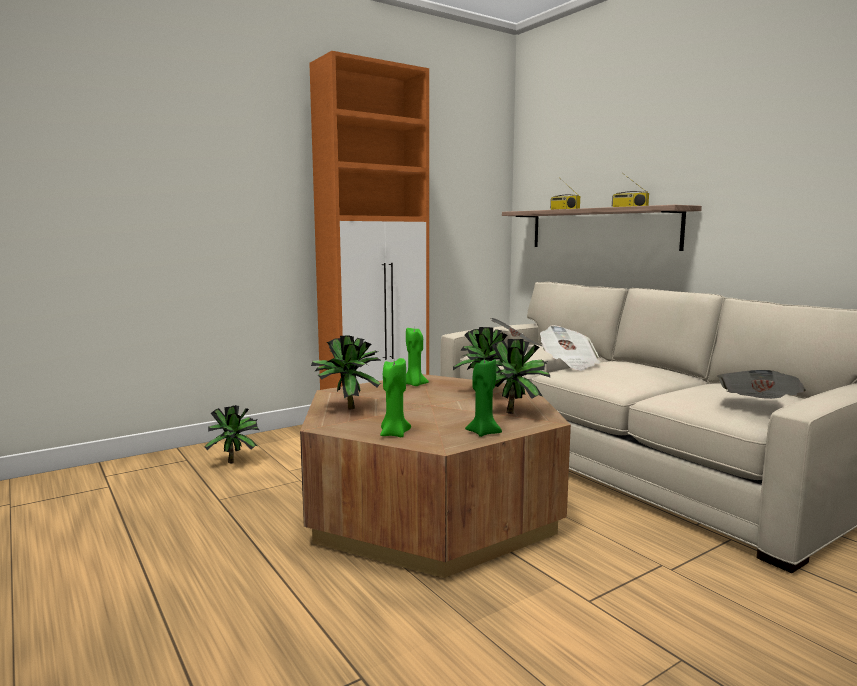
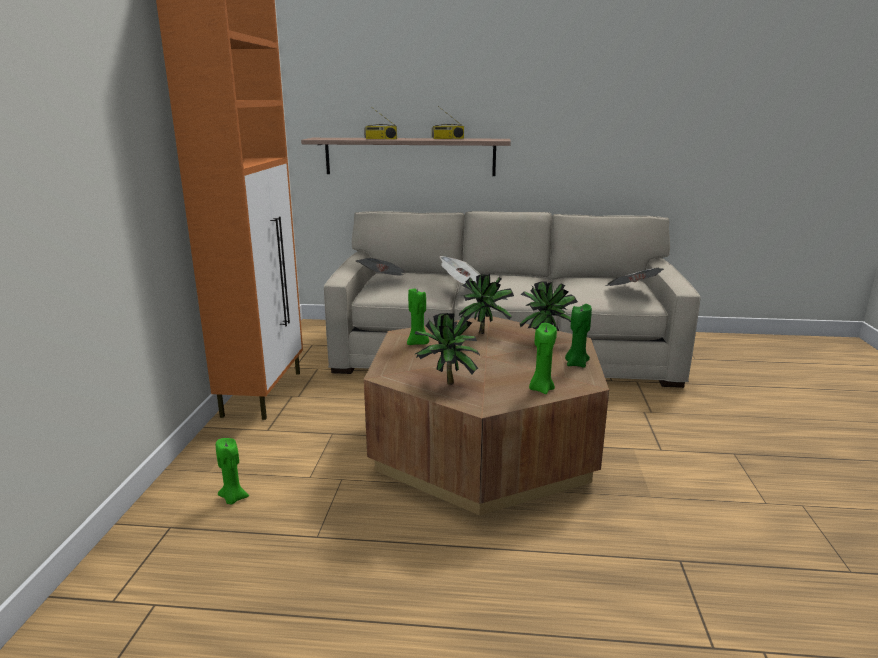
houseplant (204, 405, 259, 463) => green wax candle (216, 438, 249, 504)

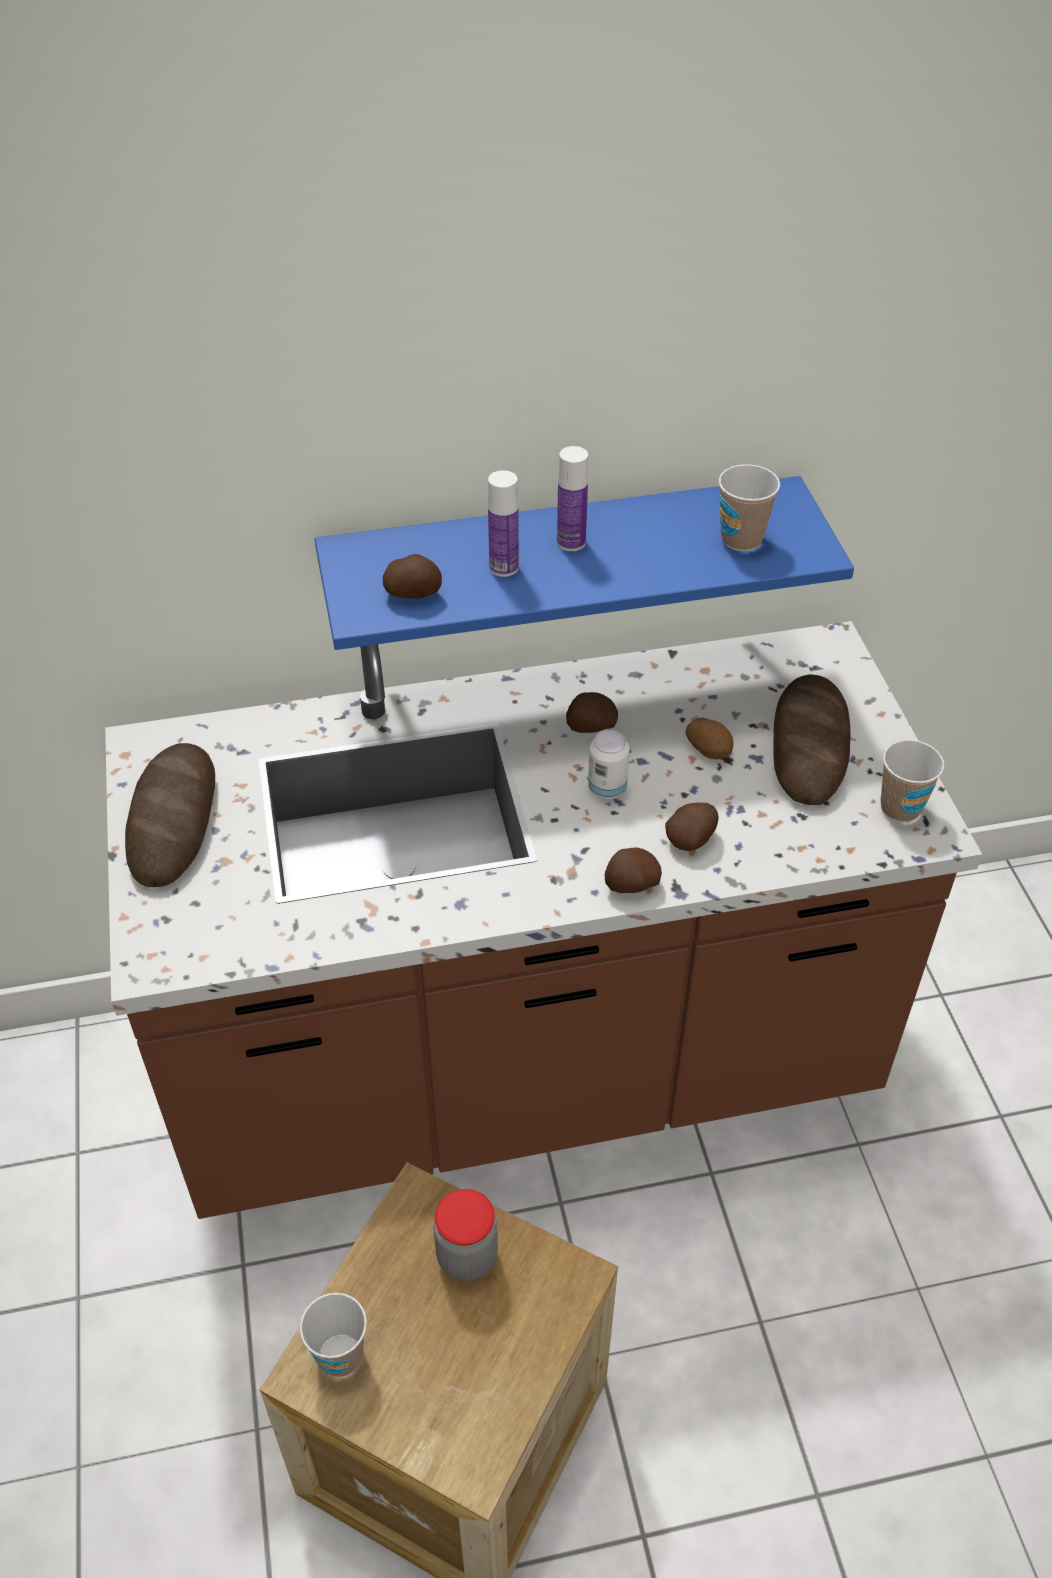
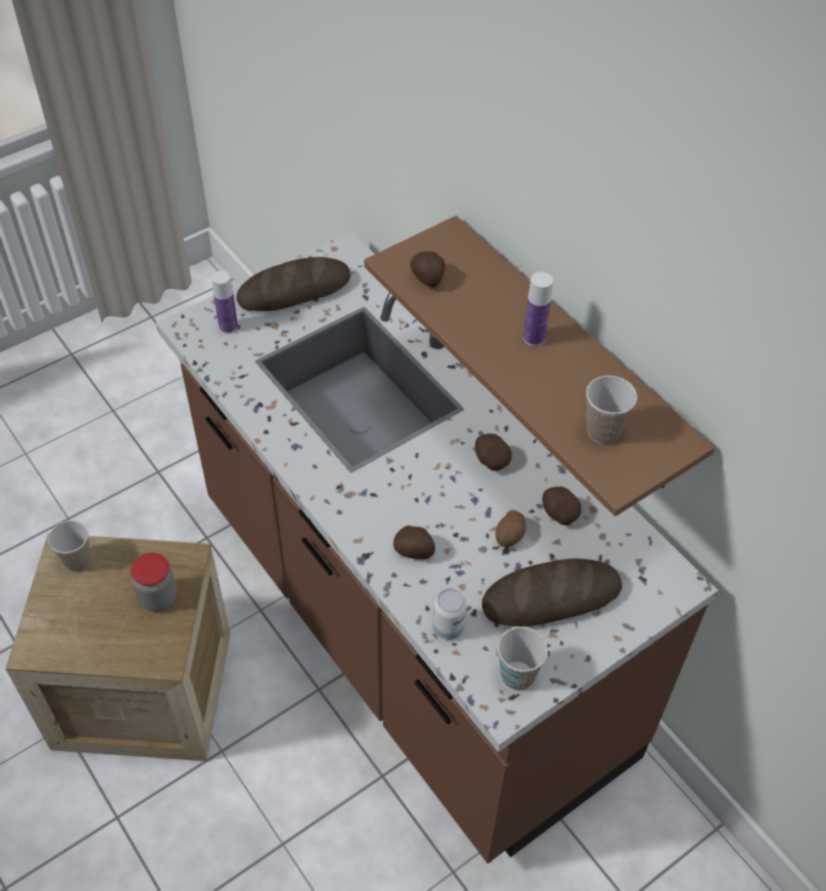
drink bottle (488, 470, 519, 577) => drink bottle (211, 271, 238, 334), shifted
can (588, 730, 630, 799) => can (433, 588, 467, 640), shifted
spud (605, 847, 662, 893) => spud (542, 487, 581, 525), shifted
bluish bracket shelf (315, 476, 854, 650) => brown-coloured bracket shelf (364, 216, 715, 516)

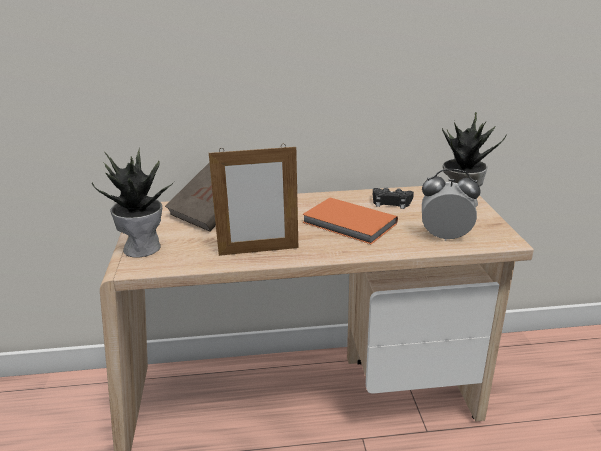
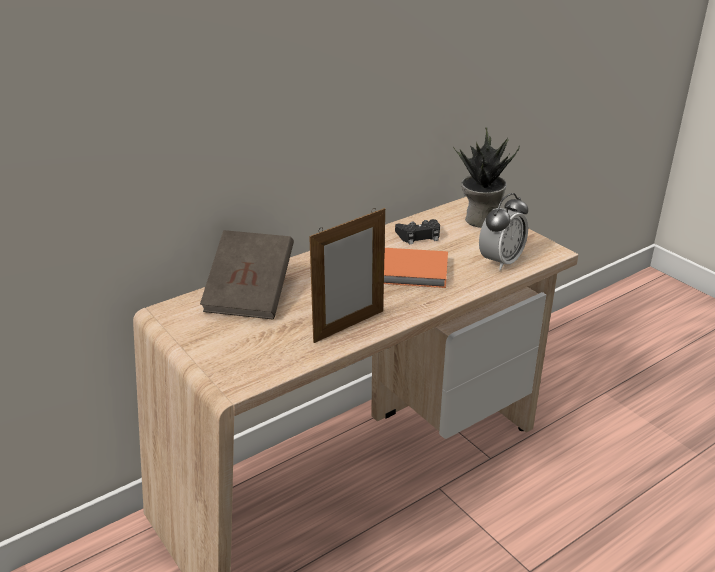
houseplant (92, 149, 174, 258) => nothing
bedside clock (422, 169, 480, 241) => bedside clock (479, 193, 528, 271), 150 degrees clockwise

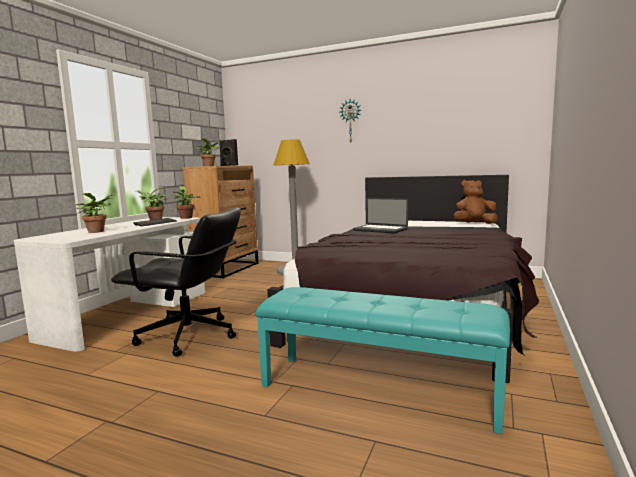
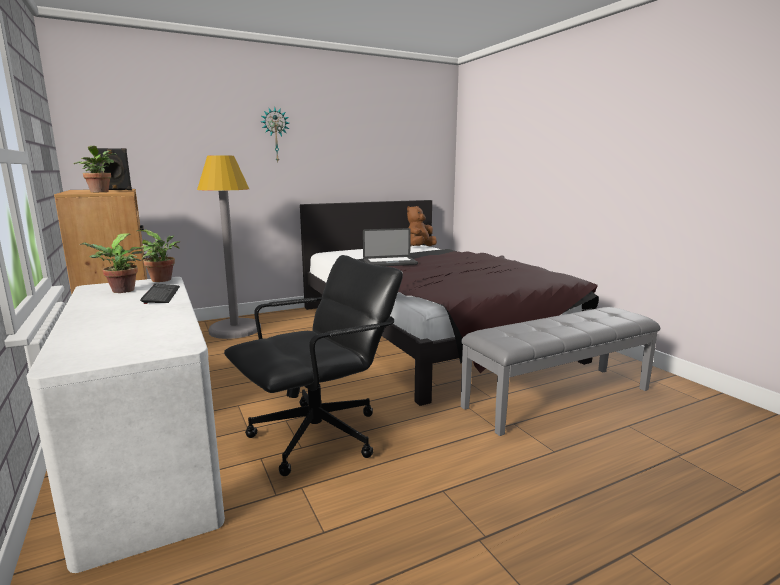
houseplant (76, 193, 114, 233) => nothing
blue-green long seat (256, 287, 510, 434) => grey long seat (461, 307, 660, 436)

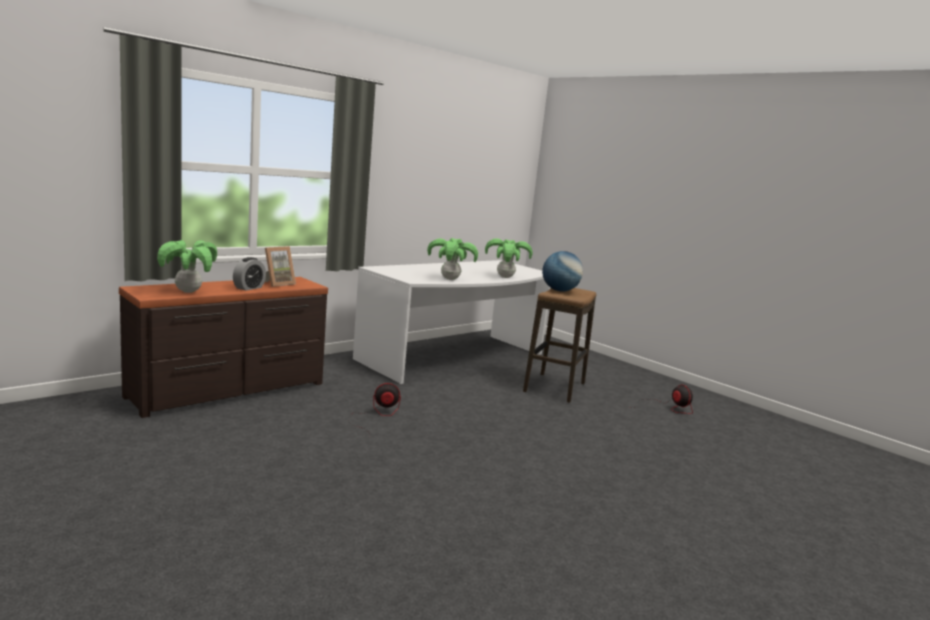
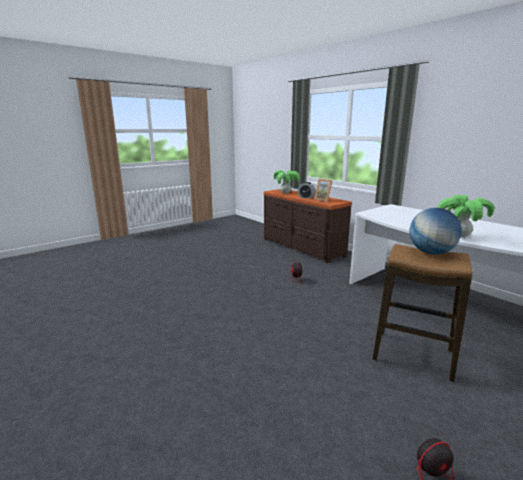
houseplant (427, 238, 478, 280) => nothing

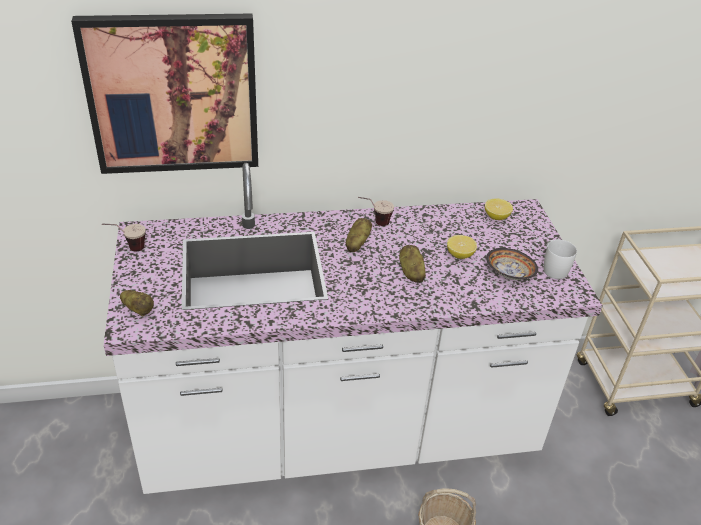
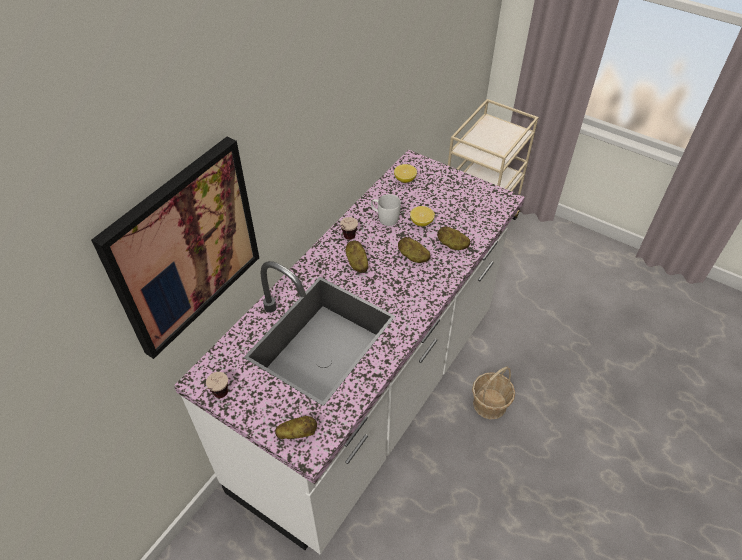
bowl (486, 248, 538, 280) => nothing
nothing => spud (437, 226, 470, 250)
white-coloured coffee mug (544, 240, 577, 279) => white-coloured coffee mug (371, 194, 401, 226), shifted

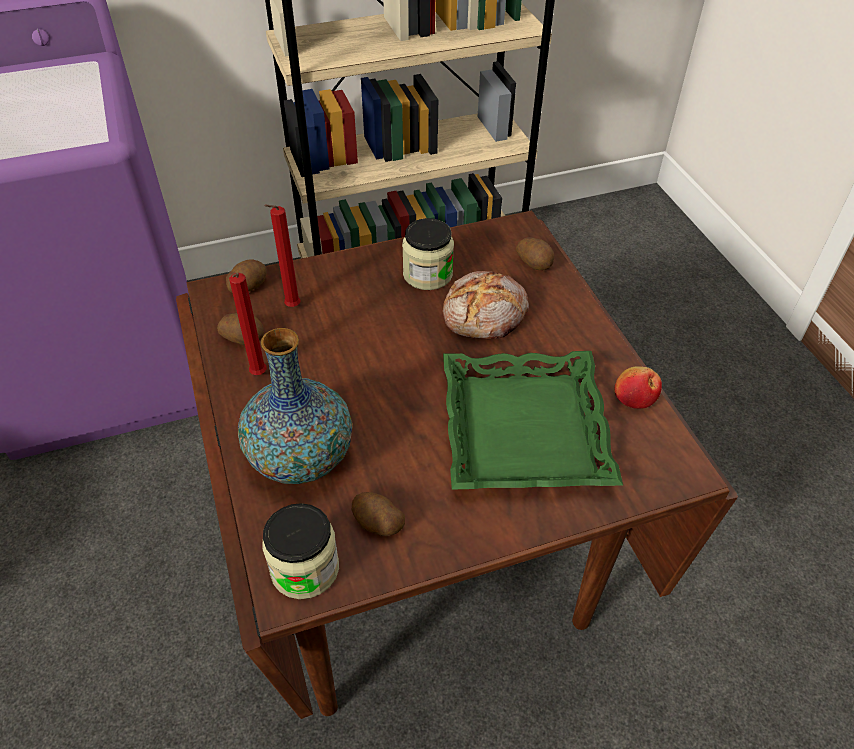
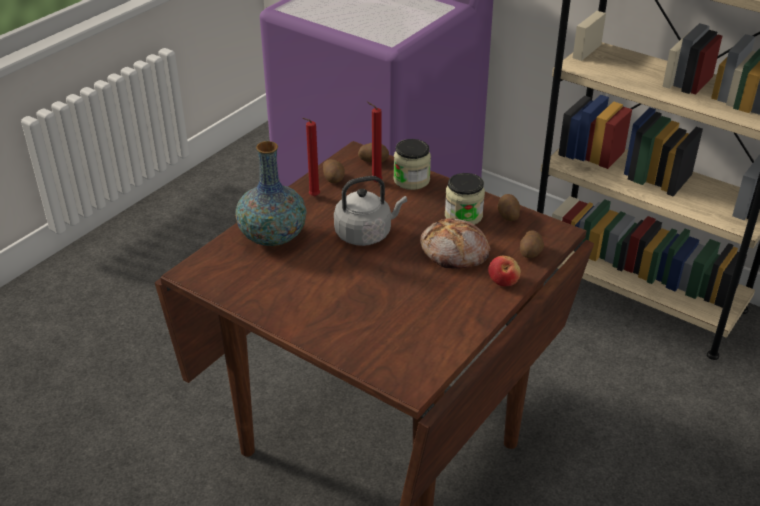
green tray (443, 351, 623, 490) => nothing
nothing => grey tea kettle (334, 176, 407, 246)
storage jar (262, 503, 339, 599) => storage jar (393, 139, 431, 190), shifted
spud (352, 492, 405, 536) => spud (497, 194, 520, 221), shifted
apple (614, 366, 662, 409) => apple (488, 256, 521, 286), shifted

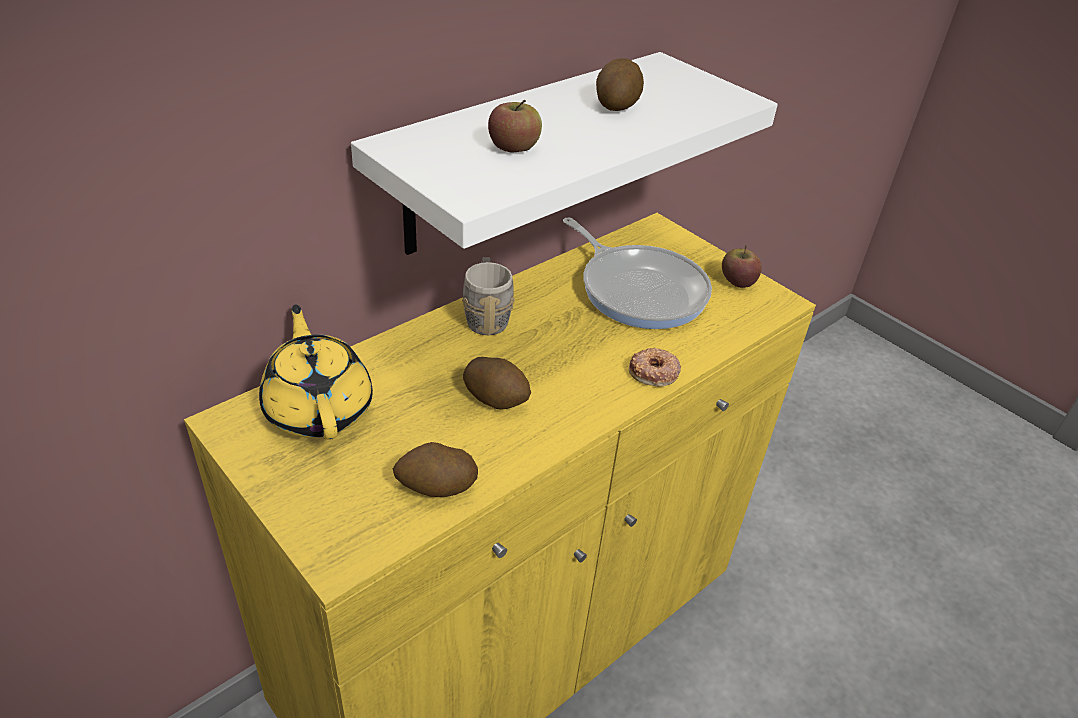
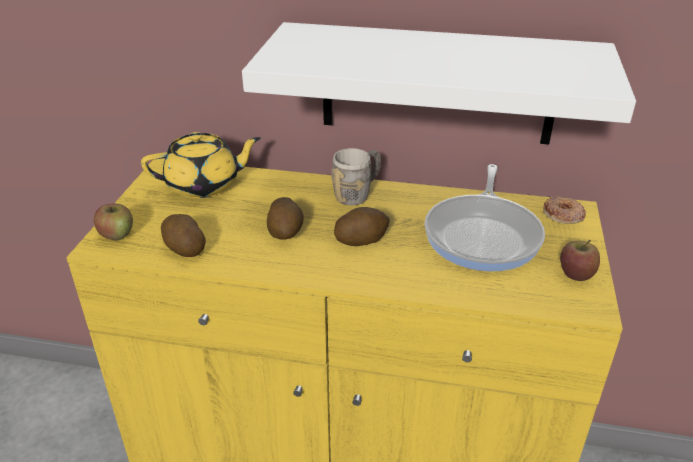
apple (488, 100, 542, 152) => apple (94, 204, 133, 241), shifted
spud (596, 58, 644, 111) => spud (334, 207, 390, 246), shifted
ring doughnut (629, 348, 681, 387) => ring doughnut (543, 196, 586, 224), shifted
yellow-coloured teapot (259, 304, 373, 440) => yellow-coloured teapot (141, 132, 261, 198), 45 degrees clockwise

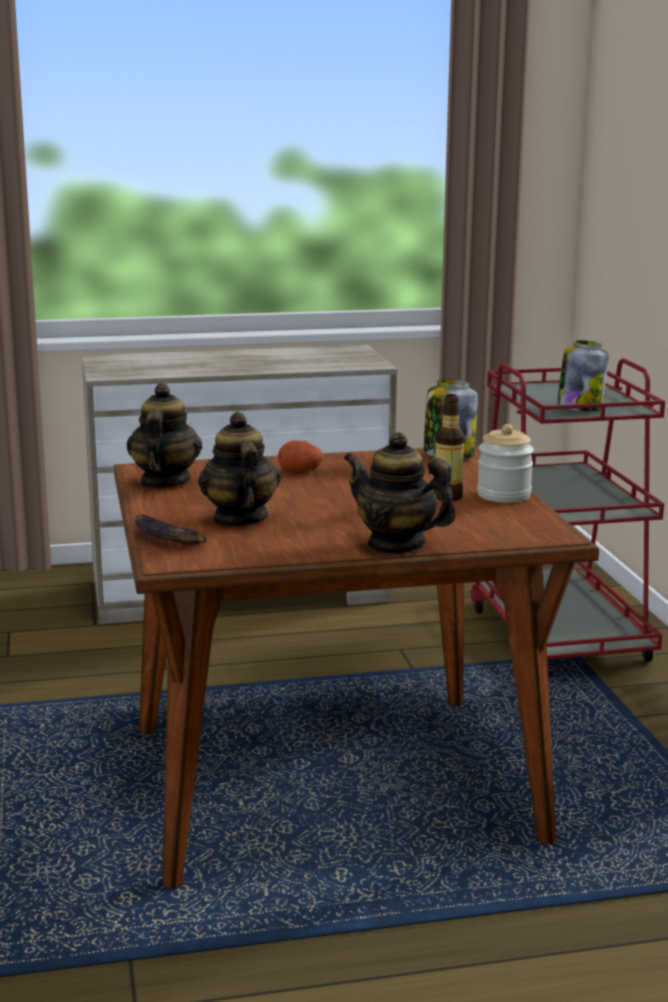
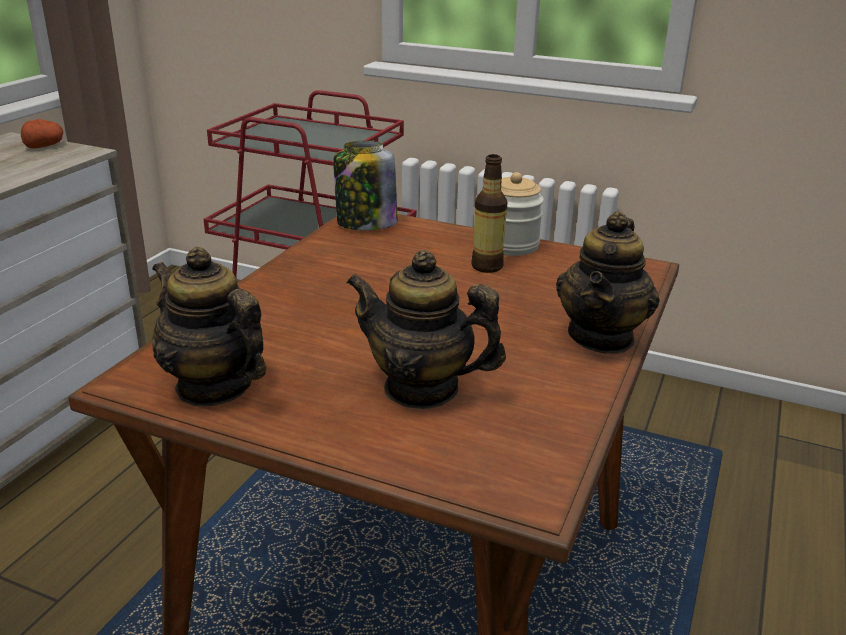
banana (134, 514, 207, 545) => nothing
storage jar (557, 340, 609, 411) => nothing
spud (278, 441, 324, 471) => spud (21, 119, 63, 149), shifted
teapot (344, 432, 456, 554) => teapot (556, 211, 660, 354), 45 degrees counterclockwise

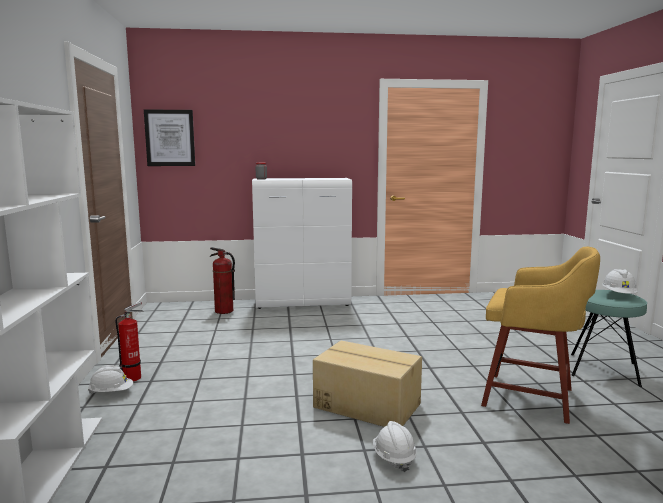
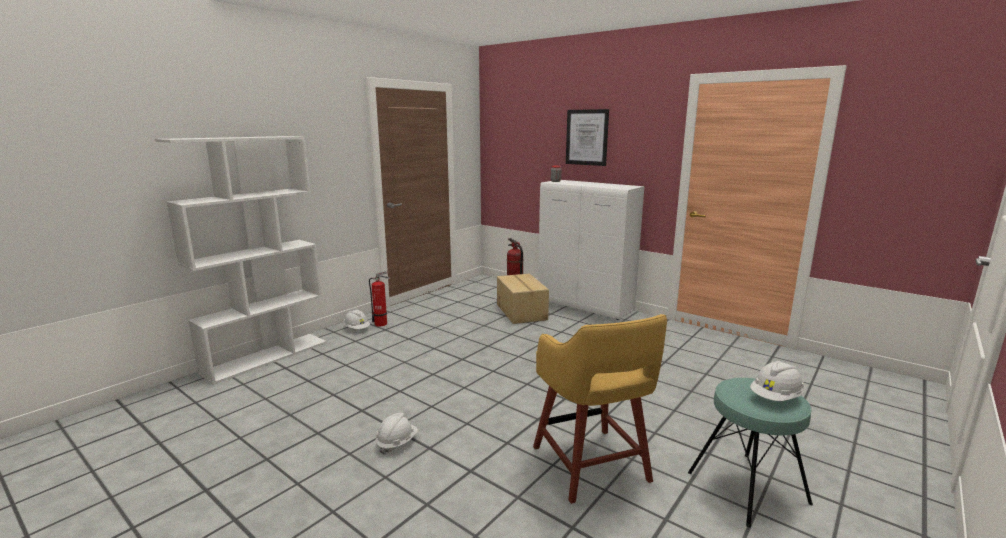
picture (144, 109, 195, 166) => picture (566, 109, 609, 166), shifted
cardboard box (313, 341, 422, 427) => cardboard box (497, 274, 549, 324), shifted

